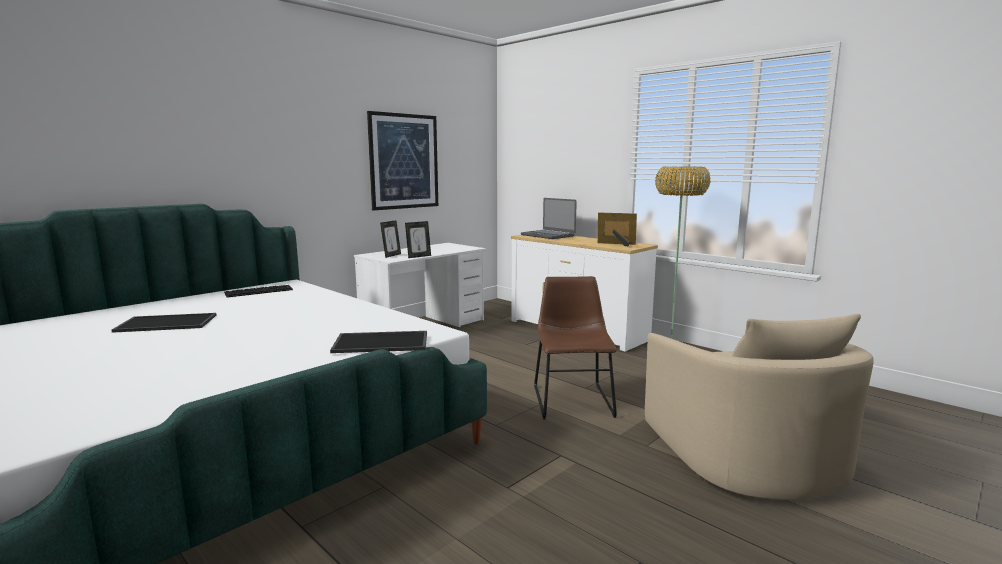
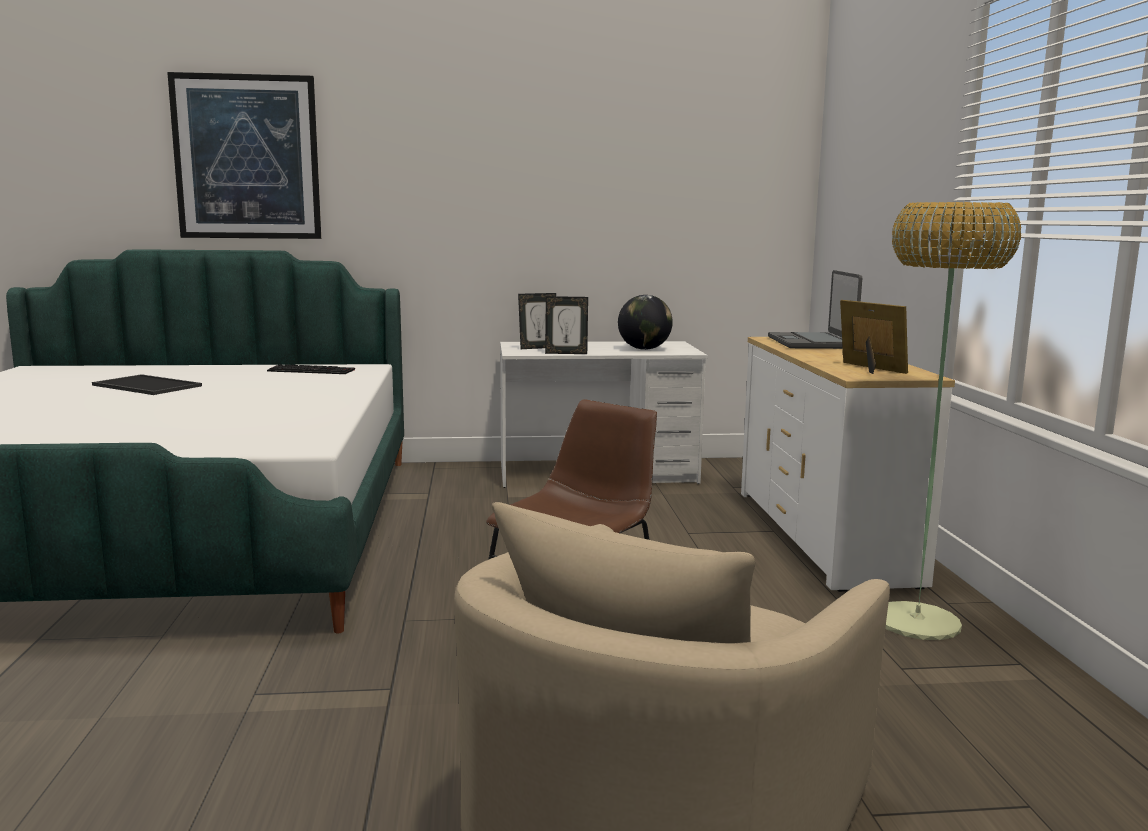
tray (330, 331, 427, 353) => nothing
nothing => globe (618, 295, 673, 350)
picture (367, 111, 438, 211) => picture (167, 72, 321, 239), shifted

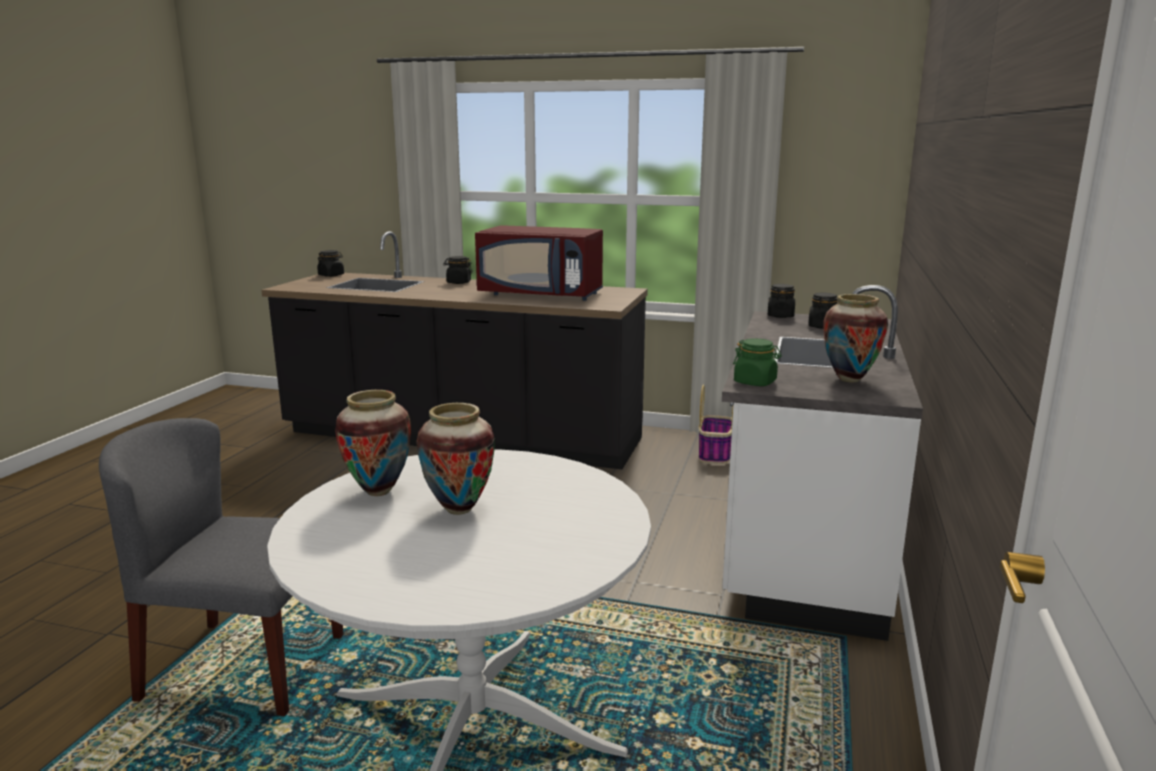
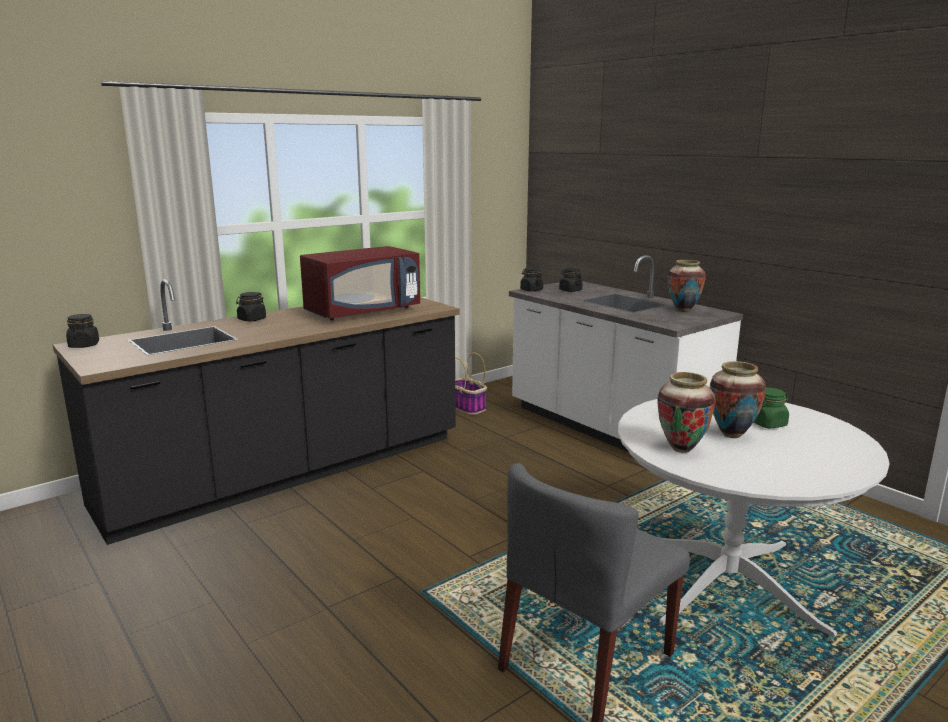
green storage jar (733, 338, 782, 386) => green storage jar (753, 388, 789, 428), shifted

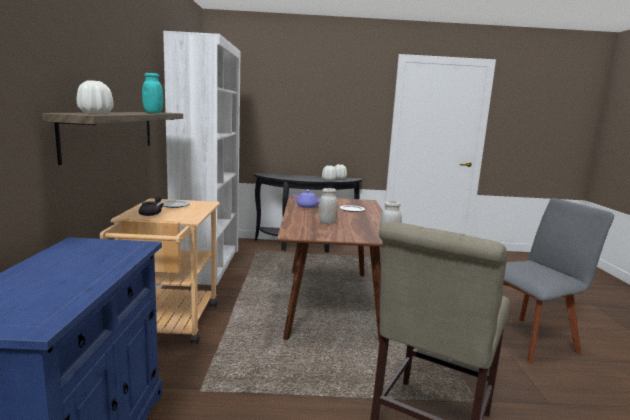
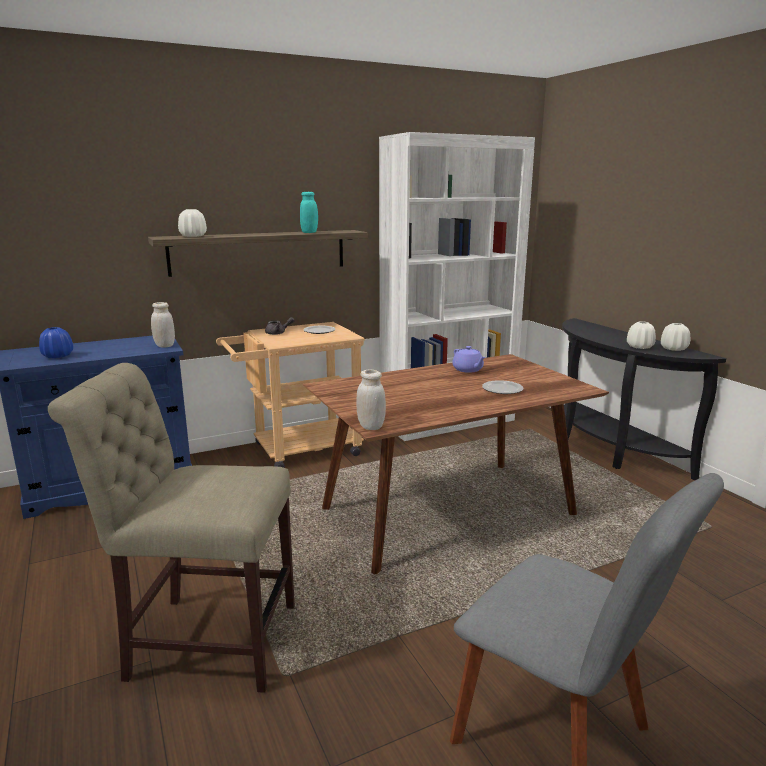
nothing => bluish flower vase (39, 327, 73, 358)
white-coloured storage jar (318, 188, 338, 224) => white-coloured storage jar (151, 302, 175, 348), shifted

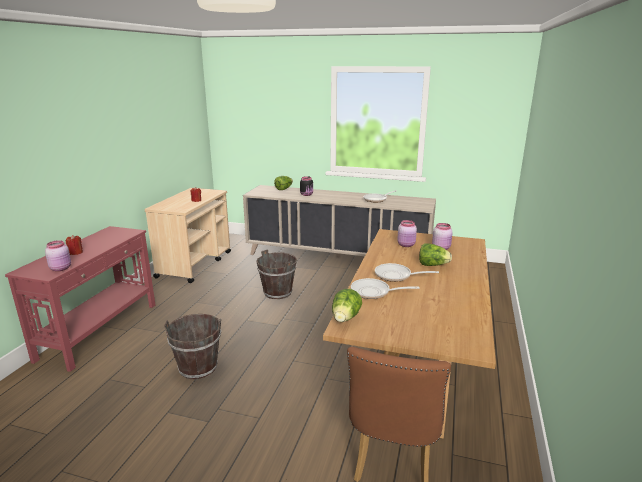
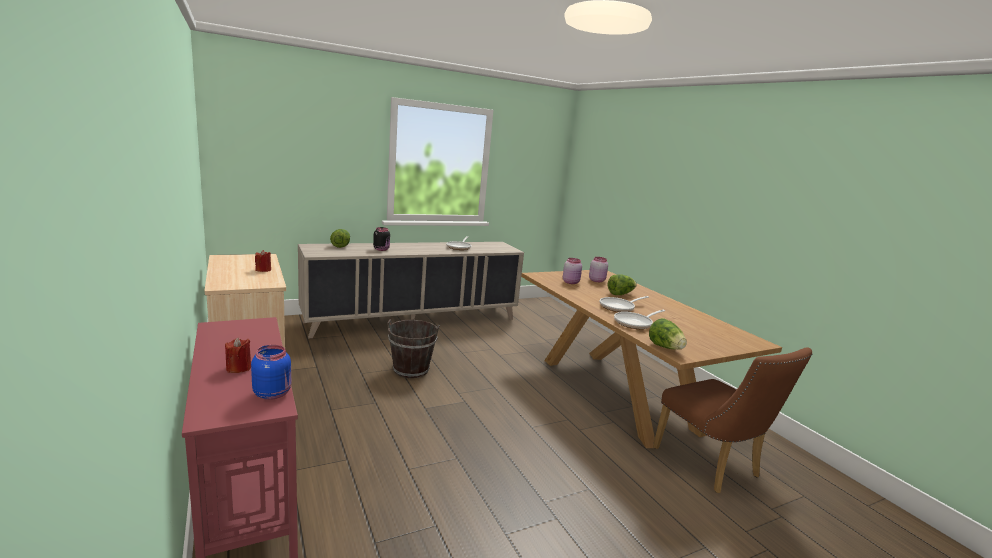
brown-coloured bucket (164, 314, 221, 379) => nothing
pinkish storage jar (45, 240, 71, 271) => bluish storage jar (251, 345, 291, 400)

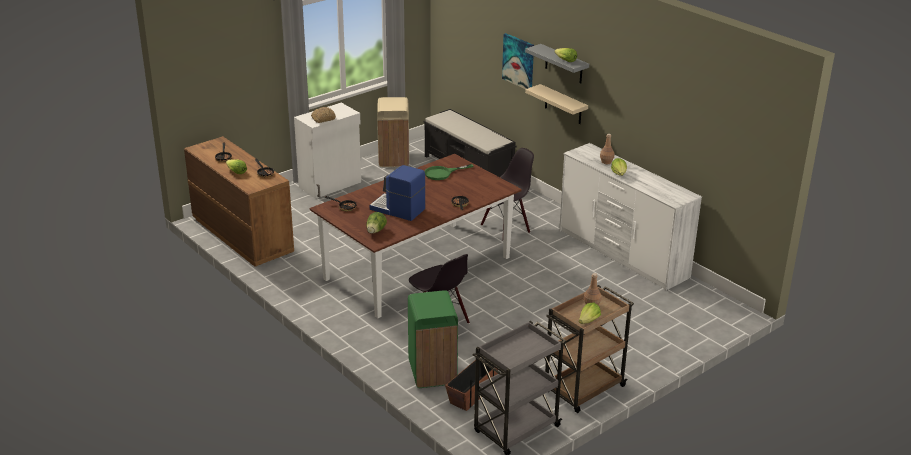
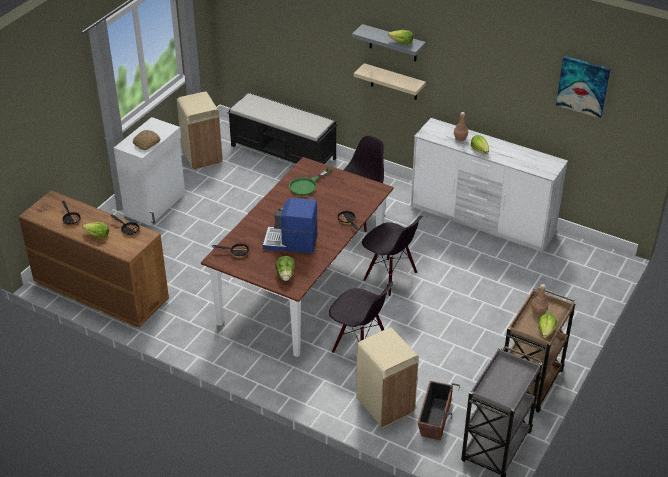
nothing => black chair (362, 216, 422, 297)
picture (502, 33, 534, 89) => picture (556, 56, 611, 118), shifted
green waste bin (408, 290, 458, 388) => sand-coloured waste bin (356, 328, 419, 428)

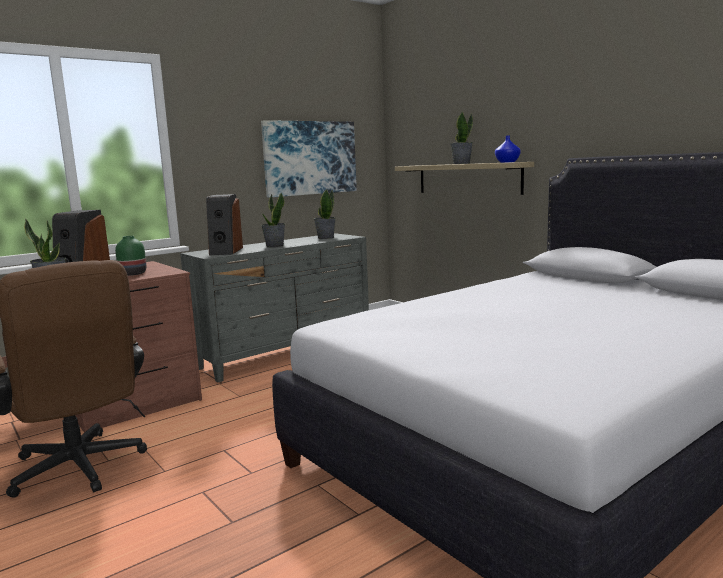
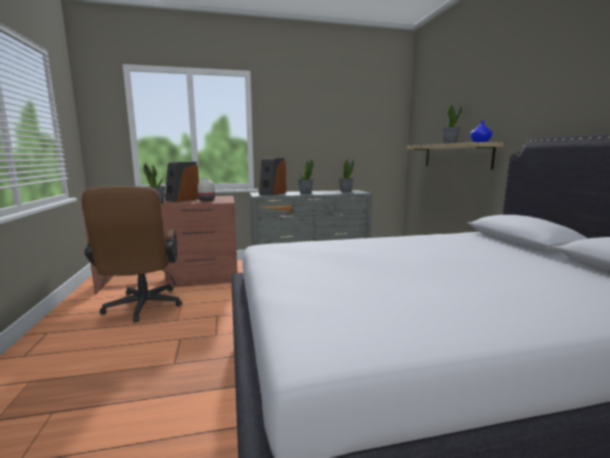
picture (261, 120, 357, 197) => nothing
green flower vase (115, 236, 146, 276) => white-coloured flower vase (198, 178, 215, 201)

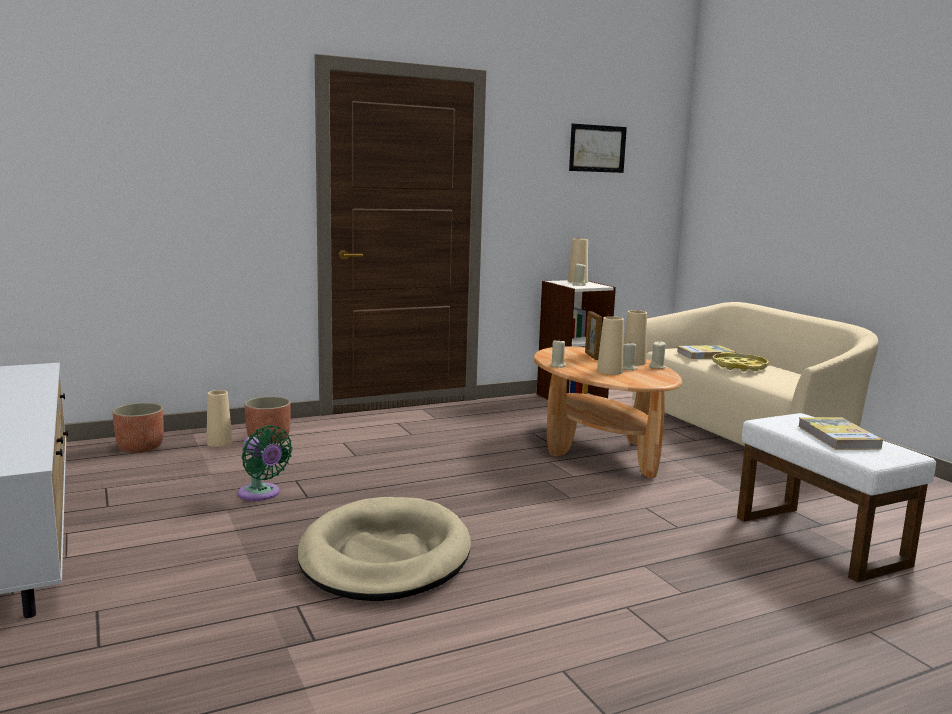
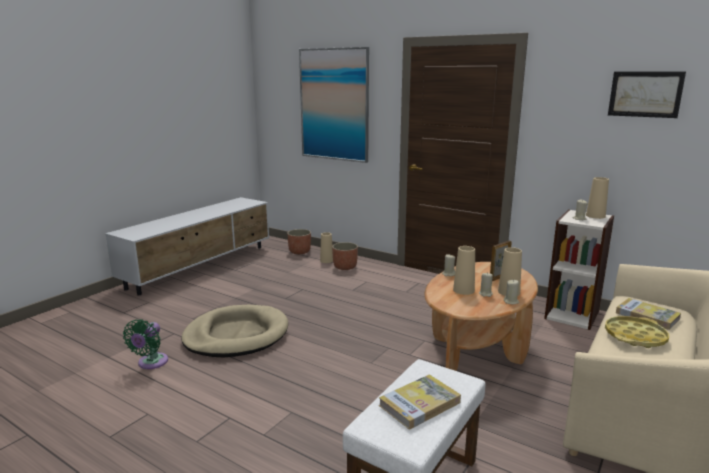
nothing => picture (299, 47, 369, 163)
green cooling fan (238, 425, 292, 501) => green cooling fan (123, 319, 168, 369), shifted

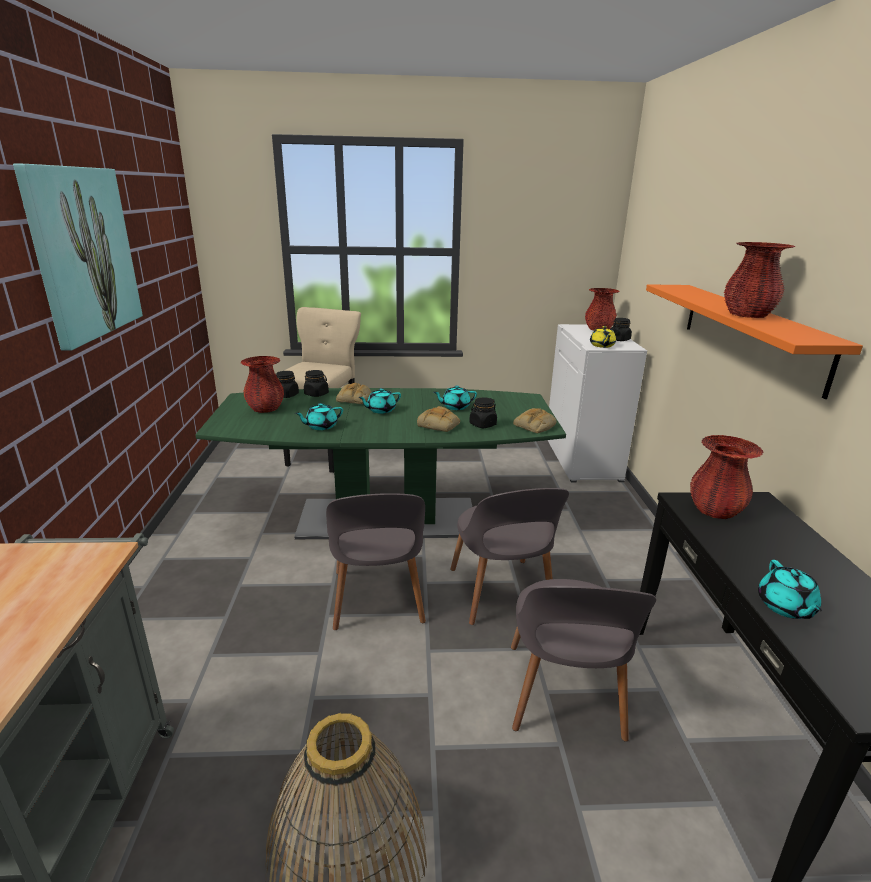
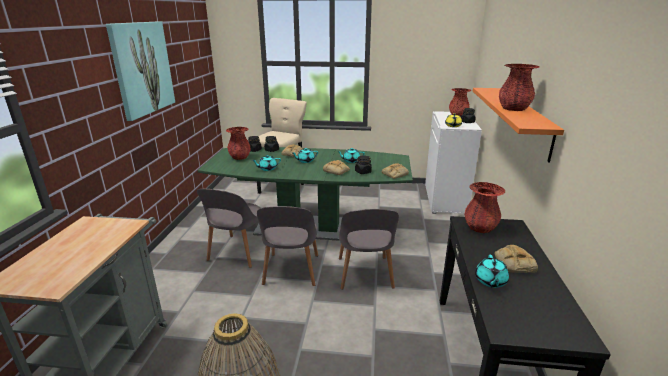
nothing => bread (495, 245, 538, 273)
grey chair (511, 579, 656, 742) => grey chair (197, 189, 260, 268), shifted

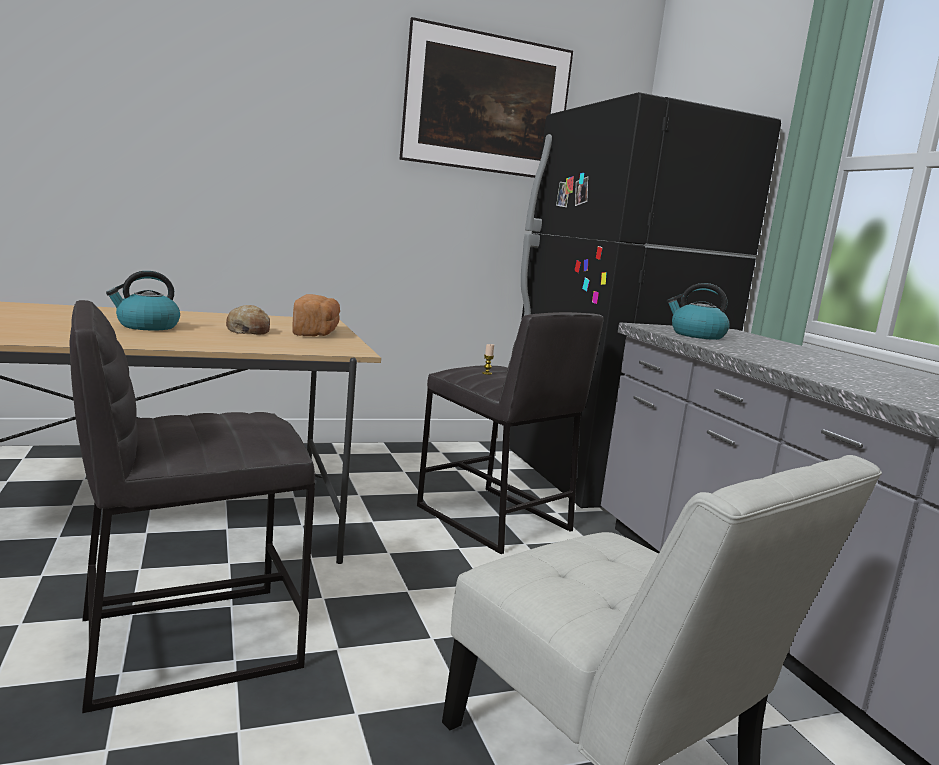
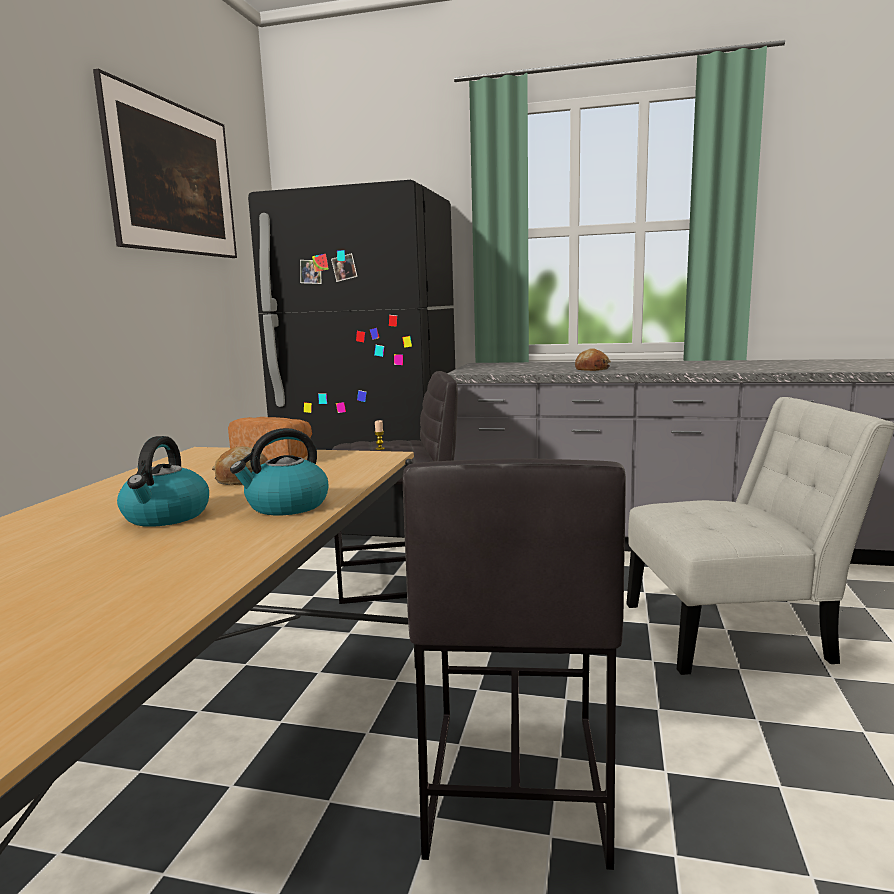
nothing => bread (575, 348, 611, 371)
tea kettle (667, 283, 730, 340) => tea kettle (230, 428, 328, 515), shifted

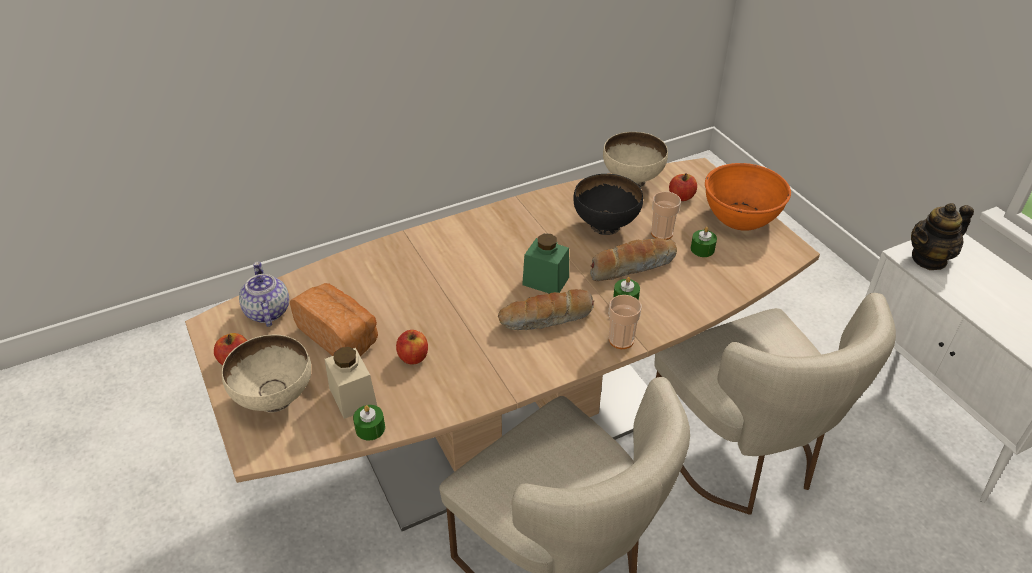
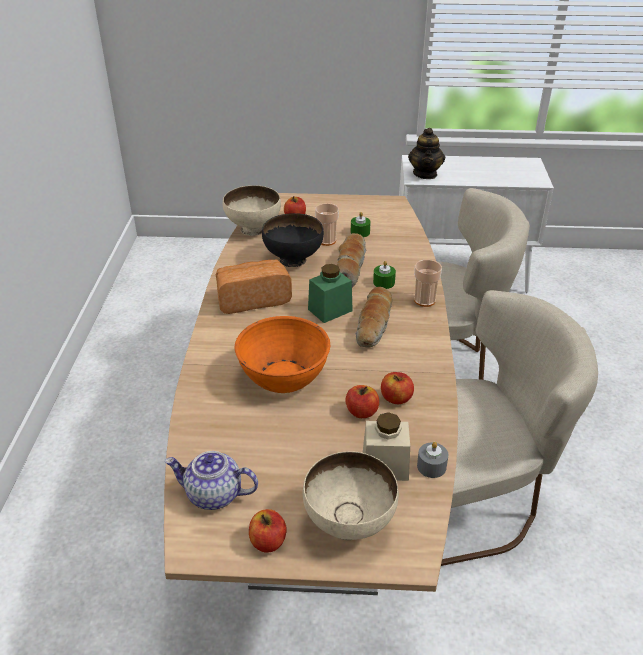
nothing => apple (381, 372, 414, 404)
bread (290, 283, 378, 356) => bread (215, 259, 292, 314), shifted
orangey bowl (705, 163, 791, 231) => orangey bowl (235, 316, 330, 393), shifted
green wax candle (353, 405, 385, 441) => grey wax candle (417, 442, 448, 478)

